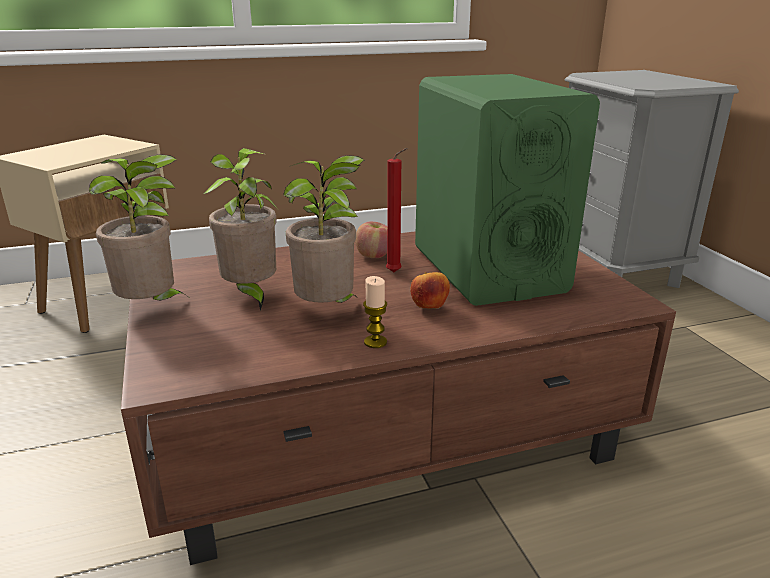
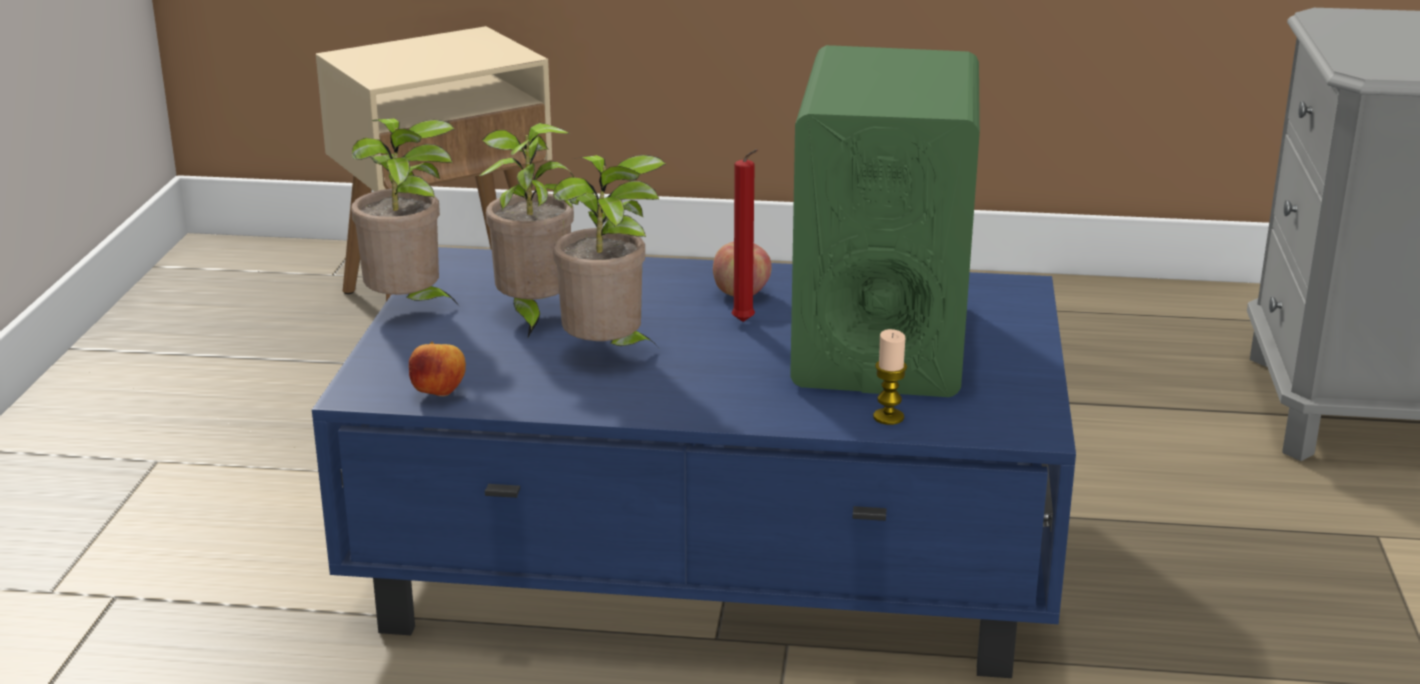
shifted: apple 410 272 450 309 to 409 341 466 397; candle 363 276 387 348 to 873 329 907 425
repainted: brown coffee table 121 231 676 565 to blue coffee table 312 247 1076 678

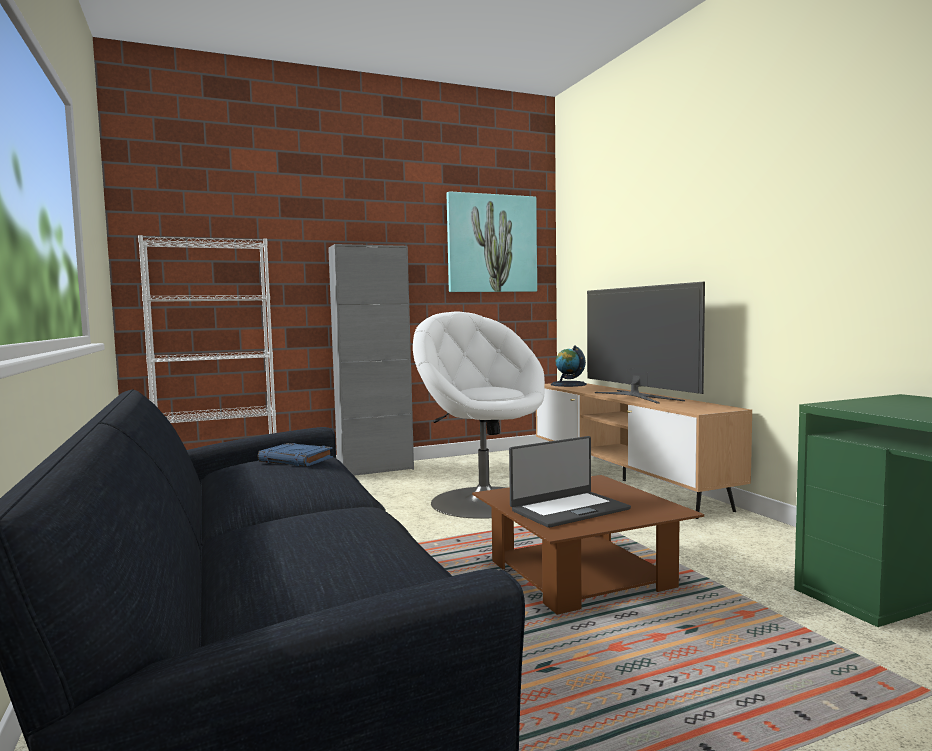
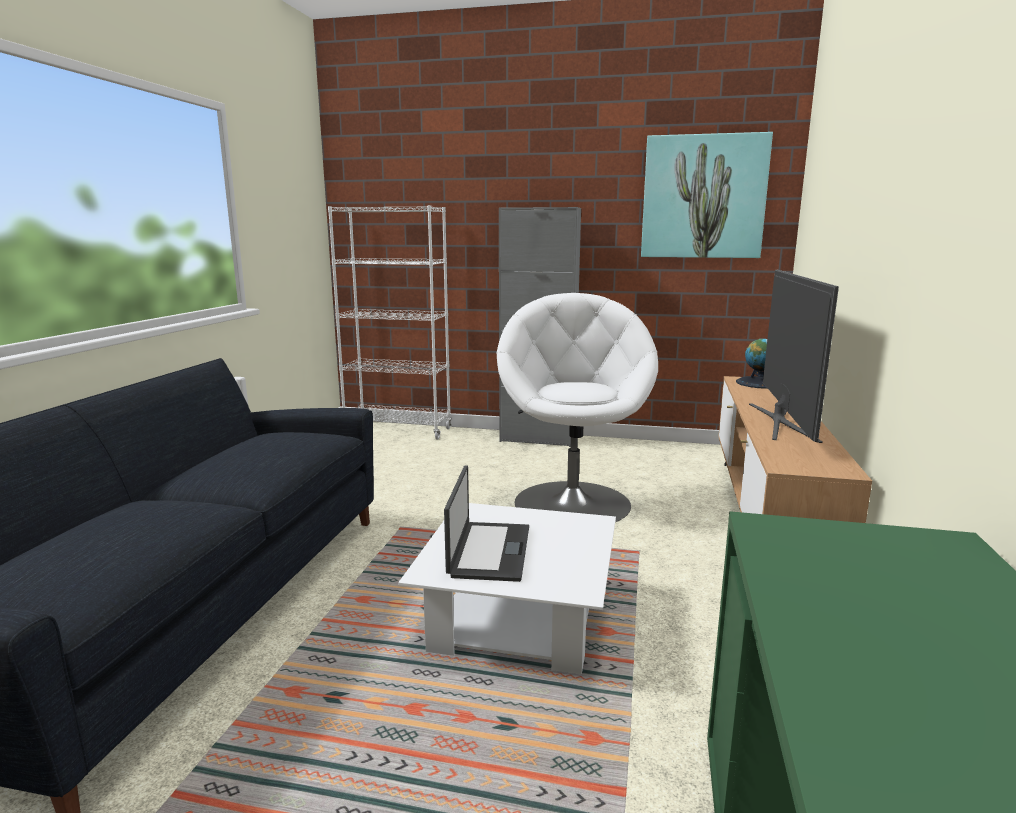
gone: blue book 258 443 333 466
repainted: brown coffee table 472 475 704 615 to white coffee table 398 503 616 675
rotated: laptop 509 436 631 528 = 444 465 529 582 90 degrees counterclockwise

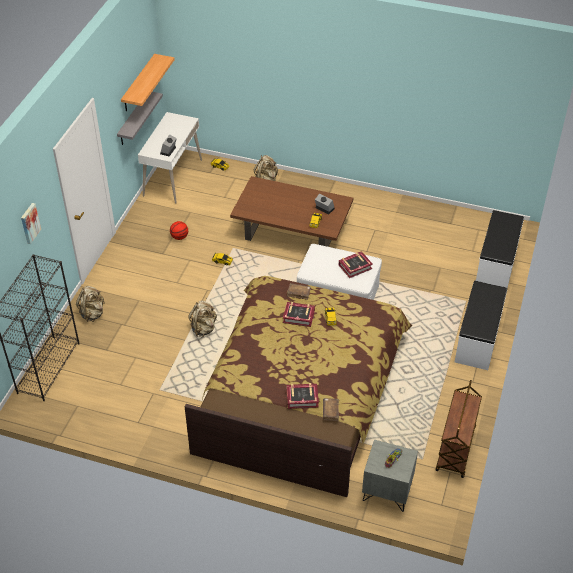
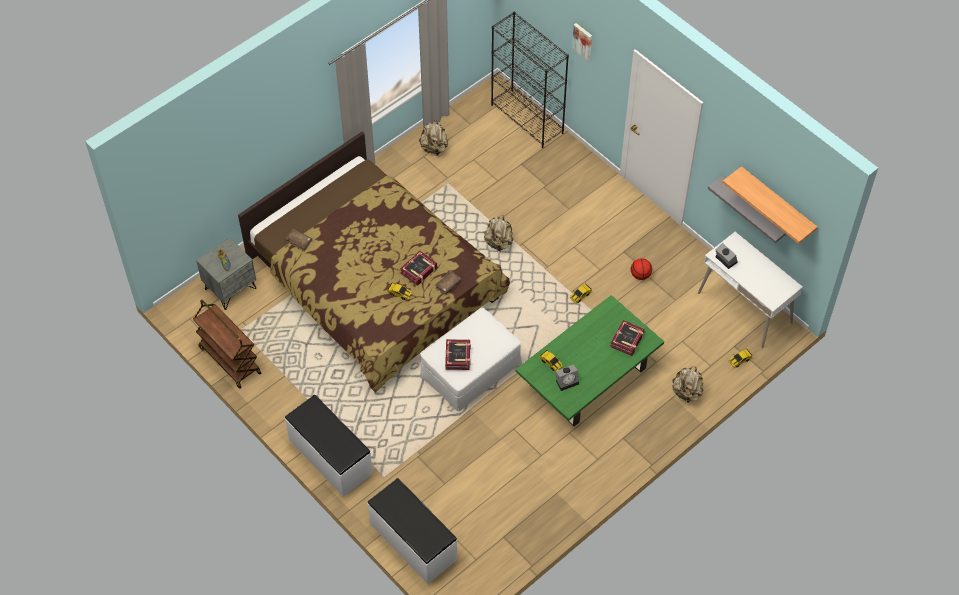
shifted: beige backpack 76 286 105 322 to 419 120 448 156; book 287 383 319 409 to 610 320 645 356
repainted: brown coffee table 230 176 353 247 to green coffee table 516 295 664 426

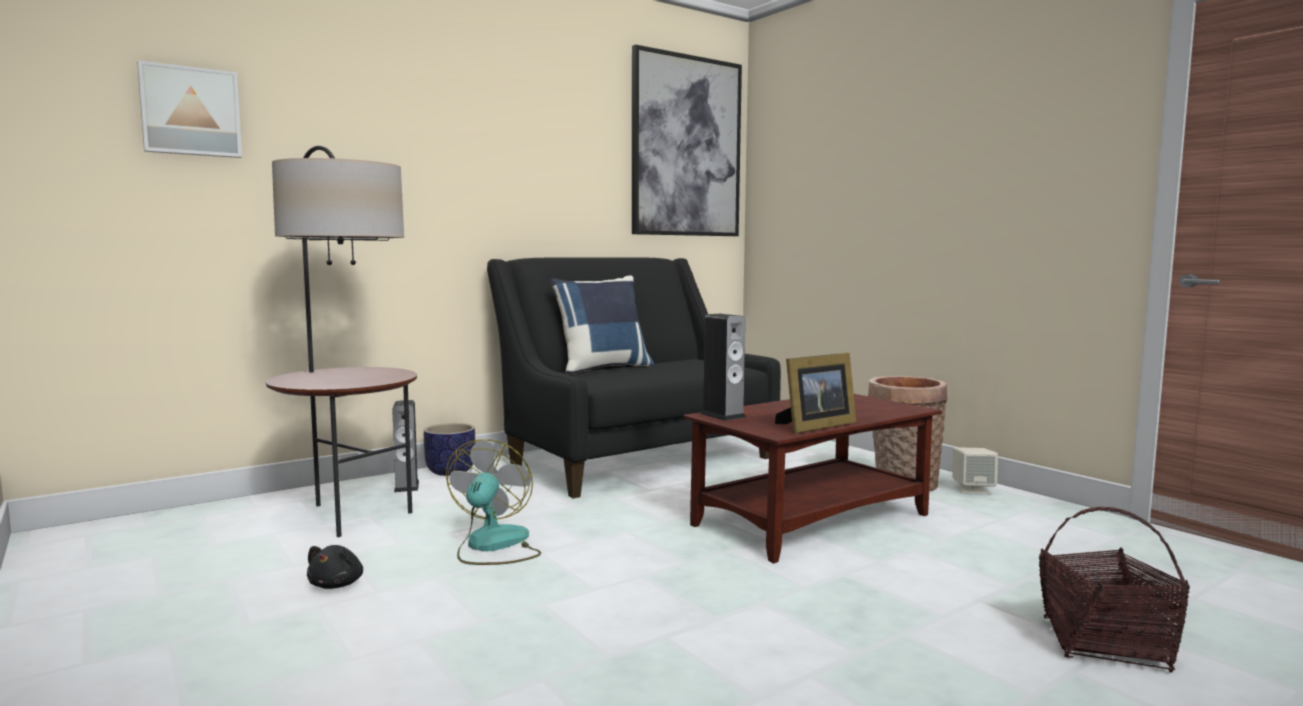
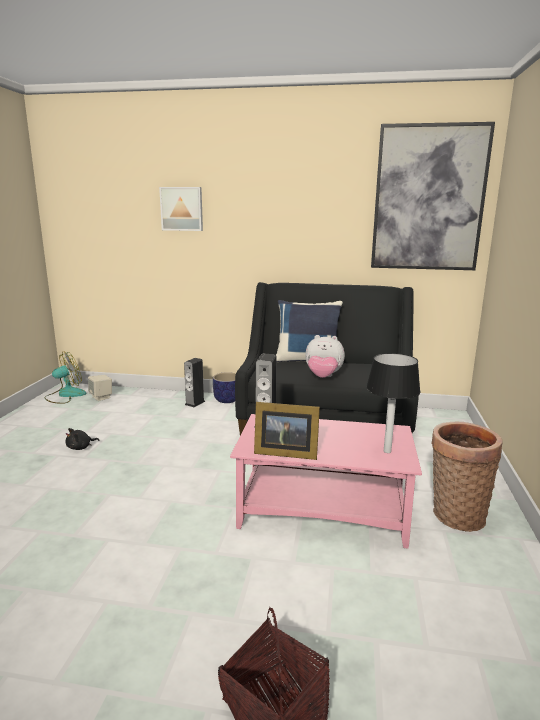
gone: floor lamp 266 145 417 537
new: plush toy 305 335 345 378; table lamp 366 353 421 453
shifted: picture 137 60 242 158 to 159 187 203 231; fan 446 439 541 565 to 45 351 87 404; beige speaker 952 447 998 494 to 88 375 112 401
repainted: brown coffee table 684 394 942 563 to pink coffee table 230 414 422 548

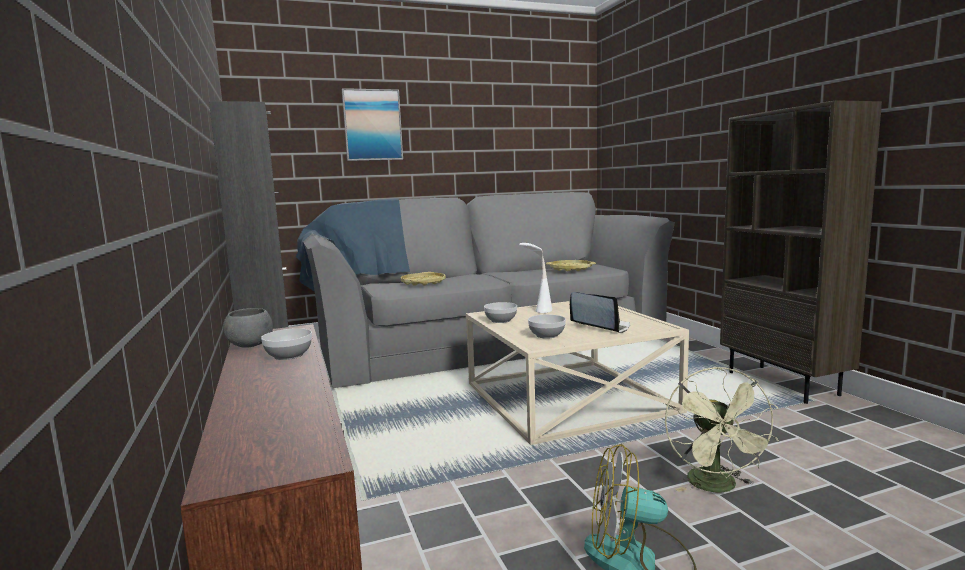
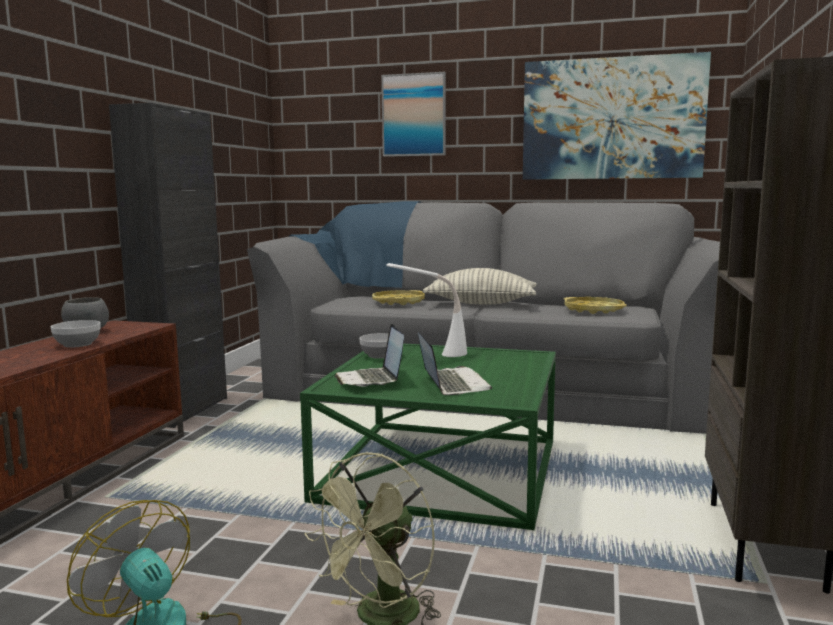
new: picture 523 52 711 180; pillow 423 268 537 304
swapped: bowl 528 315 566 339 to laptop 334 324 404 387
repainted: beige coffee table 466 301 689 445 to green coffee table 300 343 556 530

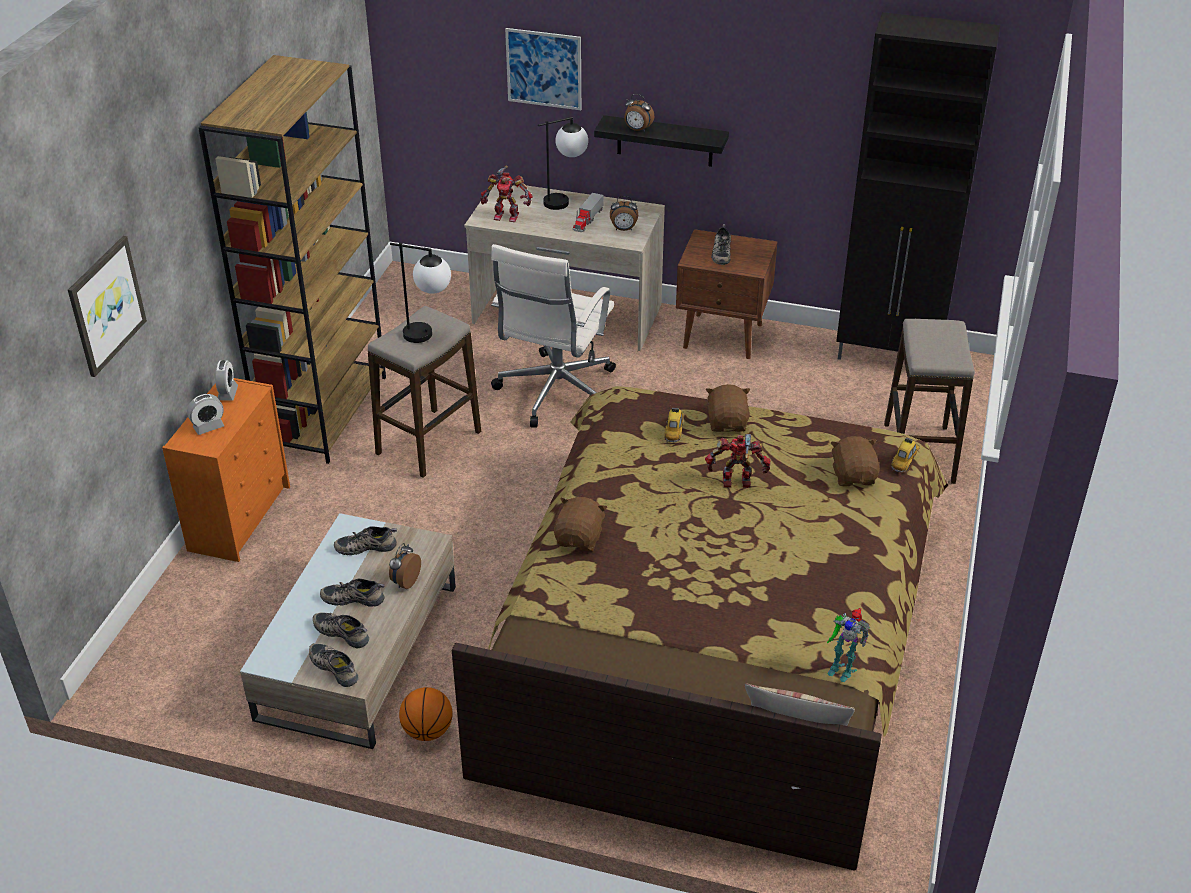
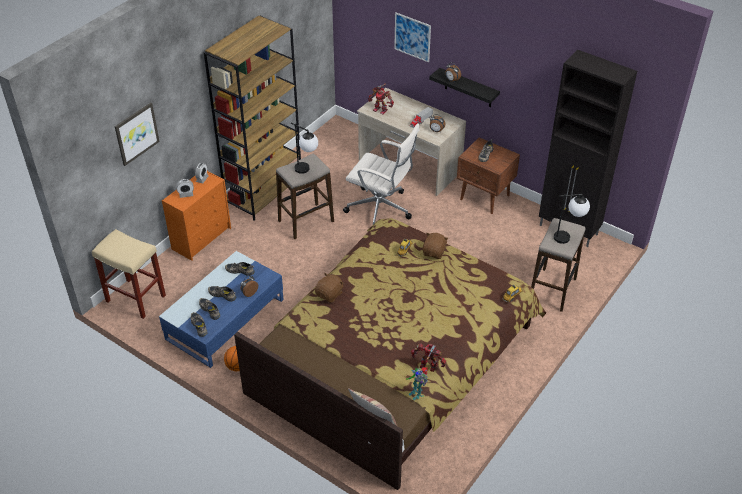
gone: brown plush toy 831 436 880 486
new: beige stool 92 229 166 319
shifted: table lamp 538 117 588 210 to 554 194 590 244; toy robot 705 434 771 488 to 411 343 447 372
repainted: beige coffee table 240 513 456 749 to blue coffee table 159 251 284 368
rotated: white office chair 491 244 616 428 = 343 123 420 224 105 degrees counterclockwise

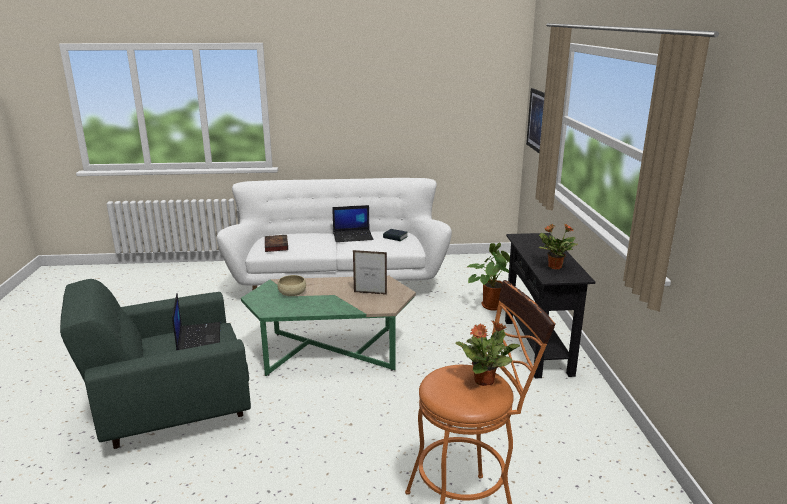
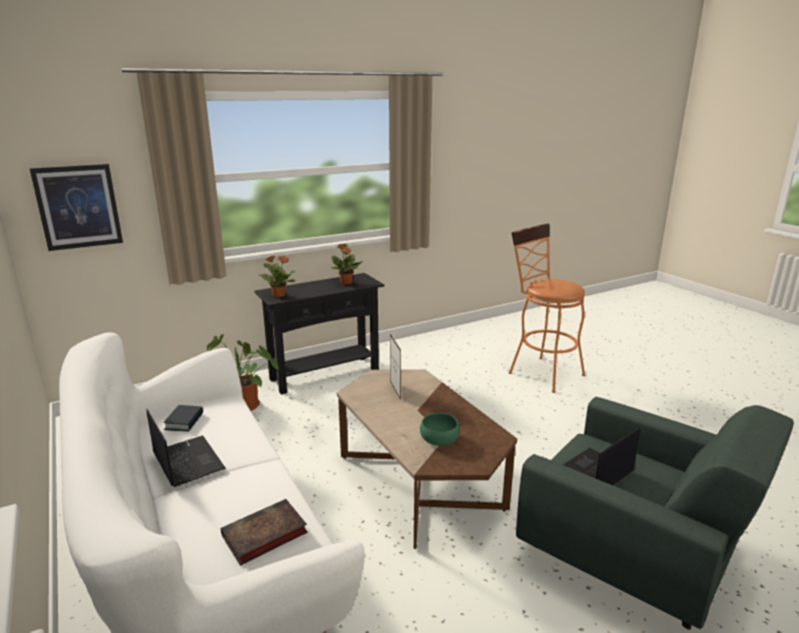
shifted: potted plant 456 320 520 386 to 259 255 296 298
repainted: beige bowl 278 275 306 296 to green bowl 420 413 460 446; green coffee table 241 276 416 376 to brown coffee table 337 369 517 549

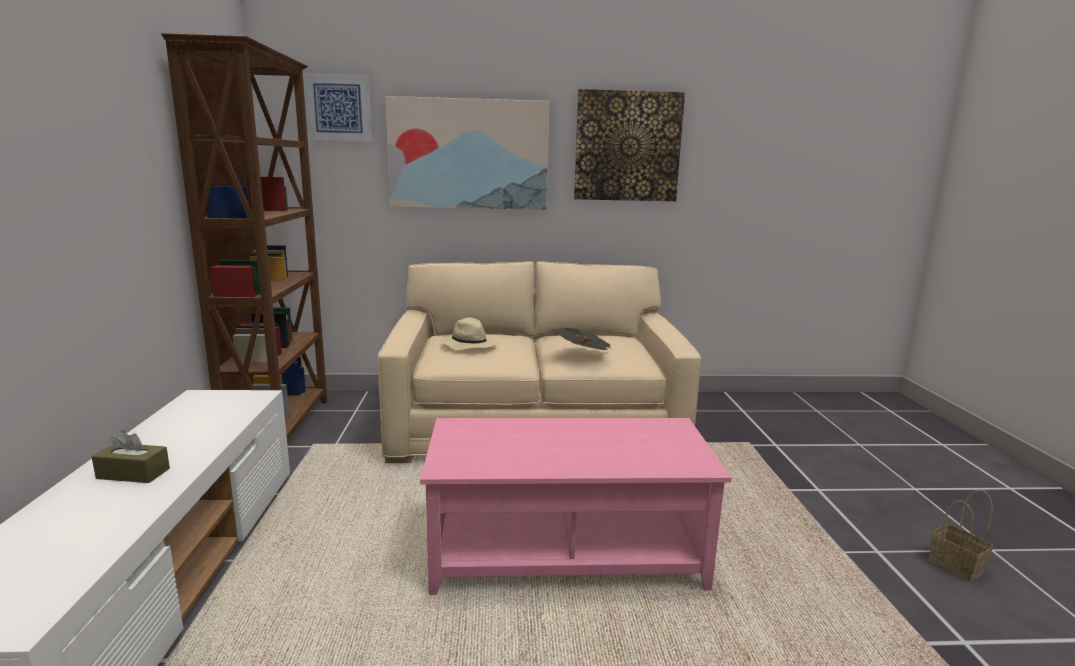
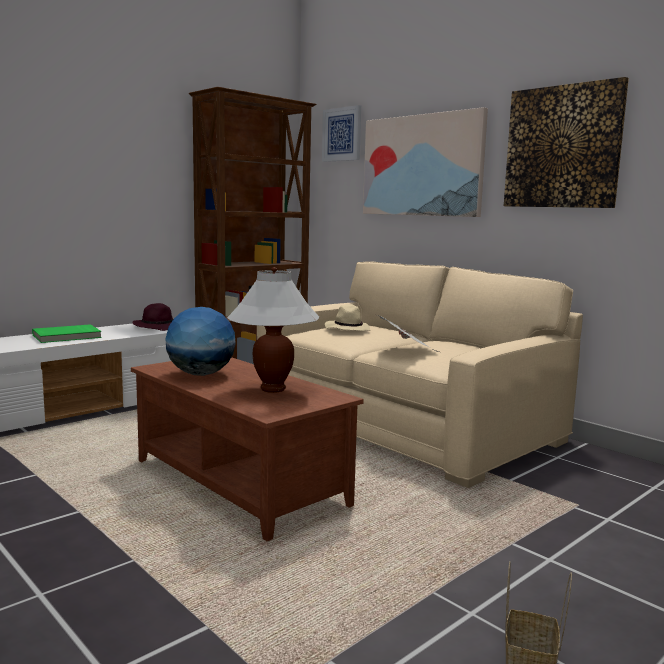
new: white table lamp 227 267 319 393; purple hat 132 303 173 331; globe 166 307 236 376
swapped: brown tissue box 92 430 170 483 to green book 32 324 102 343
repainted: pink coffee table 420 418 732 595 to brown coffee table 131 357 364 541

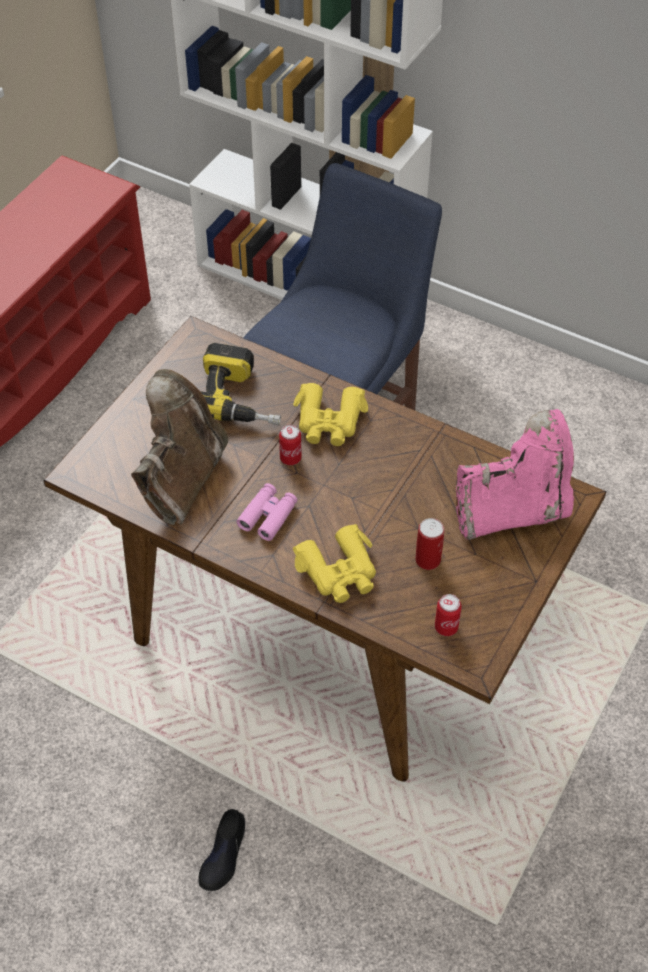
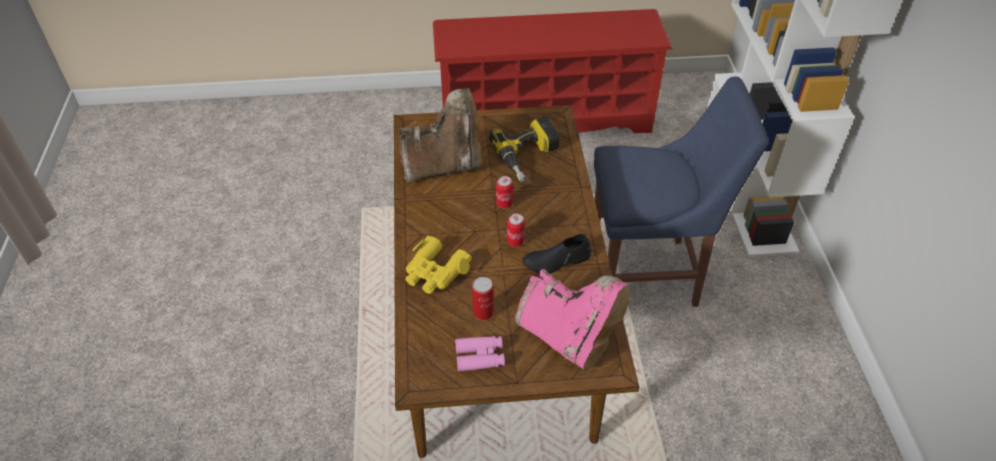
gone: yellow binoculars 293 383 368 446
shifted: pink binoculars 236 483 297 541 to 455 336 505 371; can 435 594 462 636 to 507 214 525 247; black shoe 198 809 245 891 to 523 234 591 273

